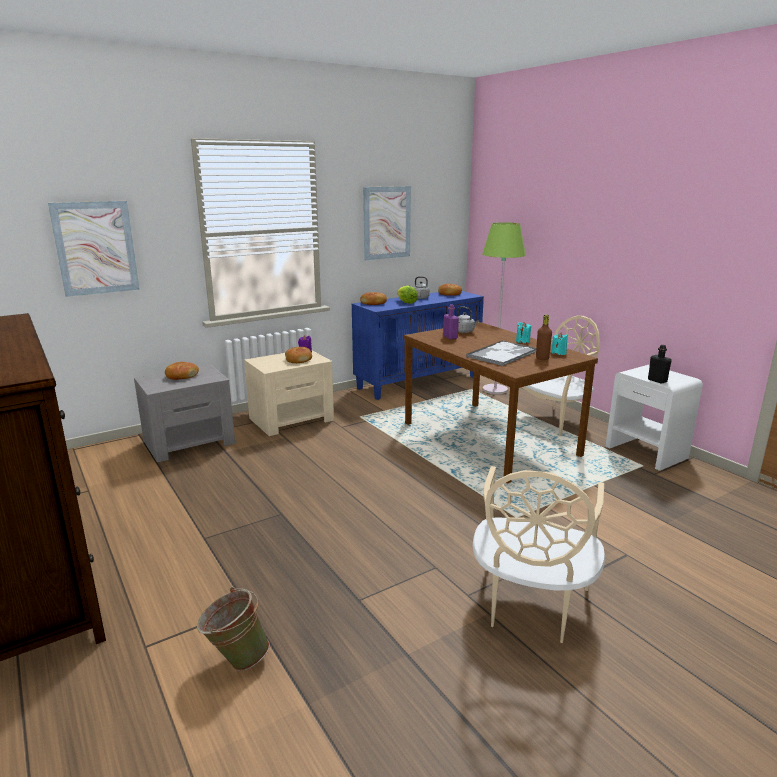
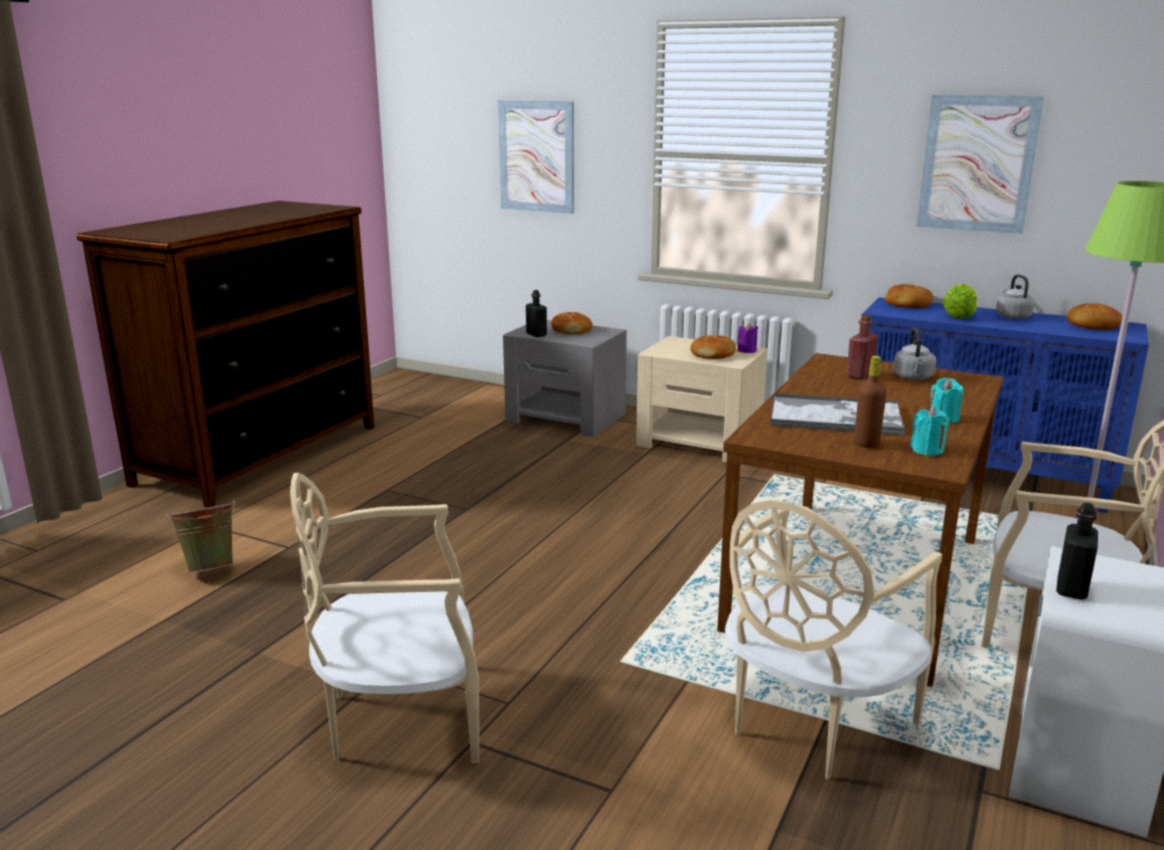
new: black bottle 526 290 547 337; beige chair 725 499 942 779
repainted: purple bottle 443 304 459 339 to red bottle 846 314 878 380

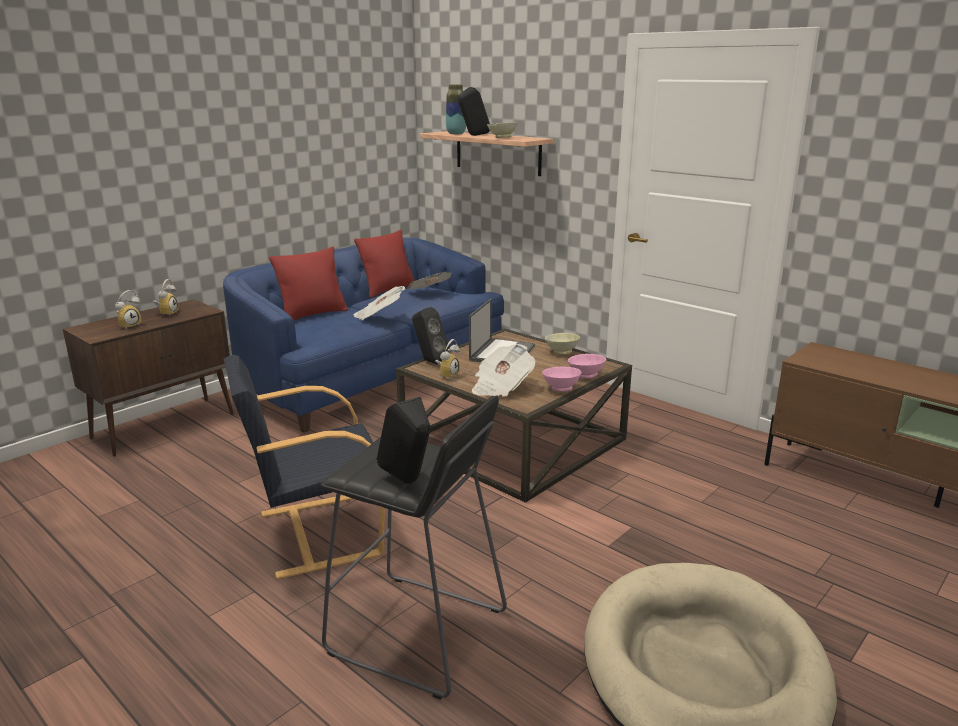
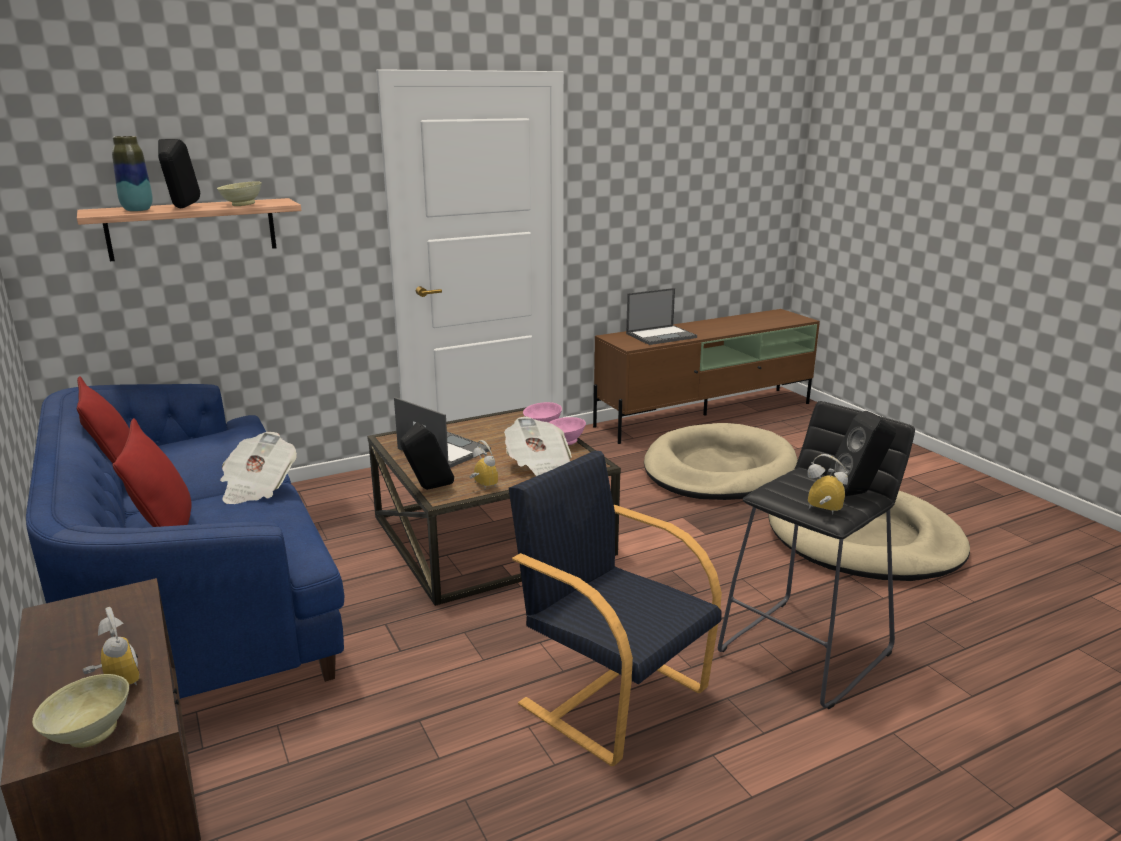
gone: newspaper 408 272 452 290
new: laptop 626 288 697 345; beige dog bed 644 423 797 500
shifted: alarm clock 153 279 178 317 to 808 454 848 515; beige bowl 545 333 580 355 to 32 674 129 748
rotated: black armchair 224 355 385 579 = 509 451 722 766 135 degrees clockwise

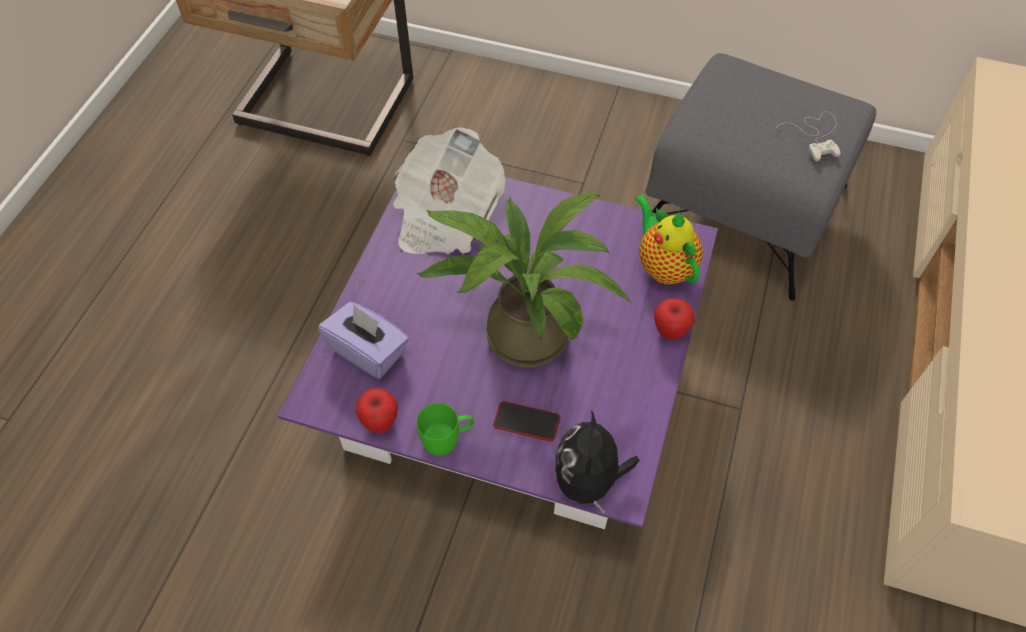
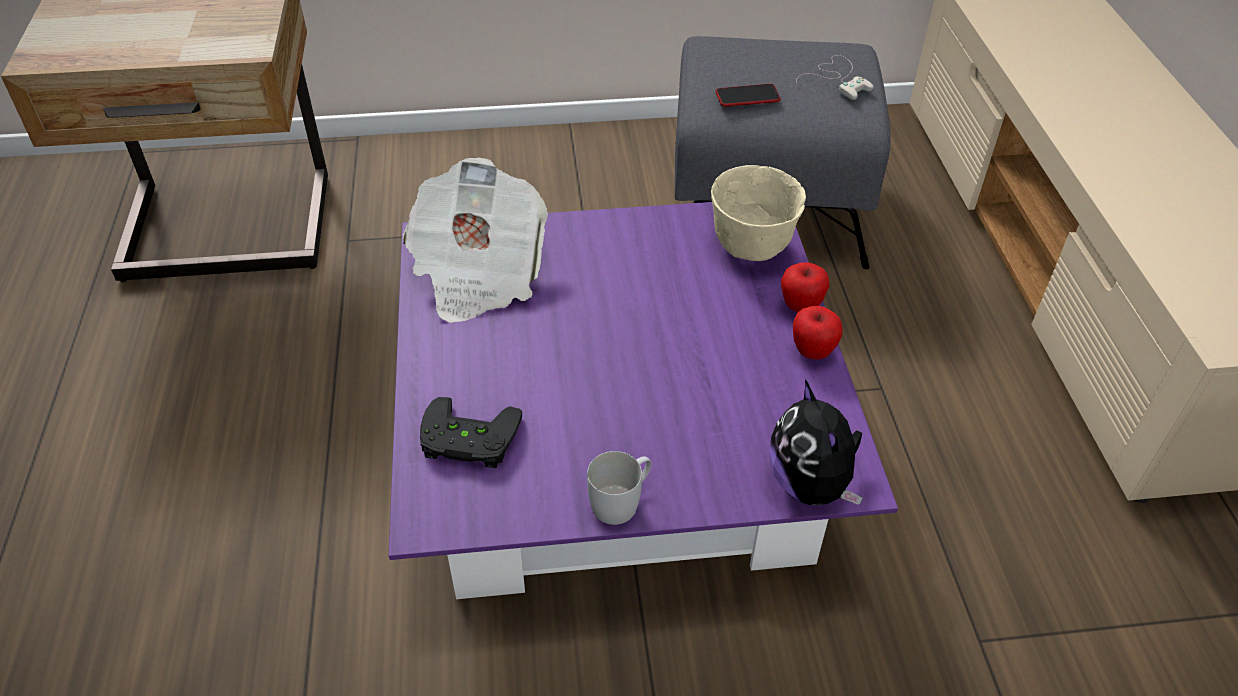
gone: potted plant 417 194 631 368
shifted: apple 356 388 398 433 to 793 306 843 359; phone 493 401 560 441 to 715 84 781 107
swapped: teapot 634 194 703 284 to beige bowl 711 165 806 261; purple tissue box 318 302 409 379 to black game controller 420 397 522 468
repainted: green mug 416 403 474 456 to white mug 587 451 652 525

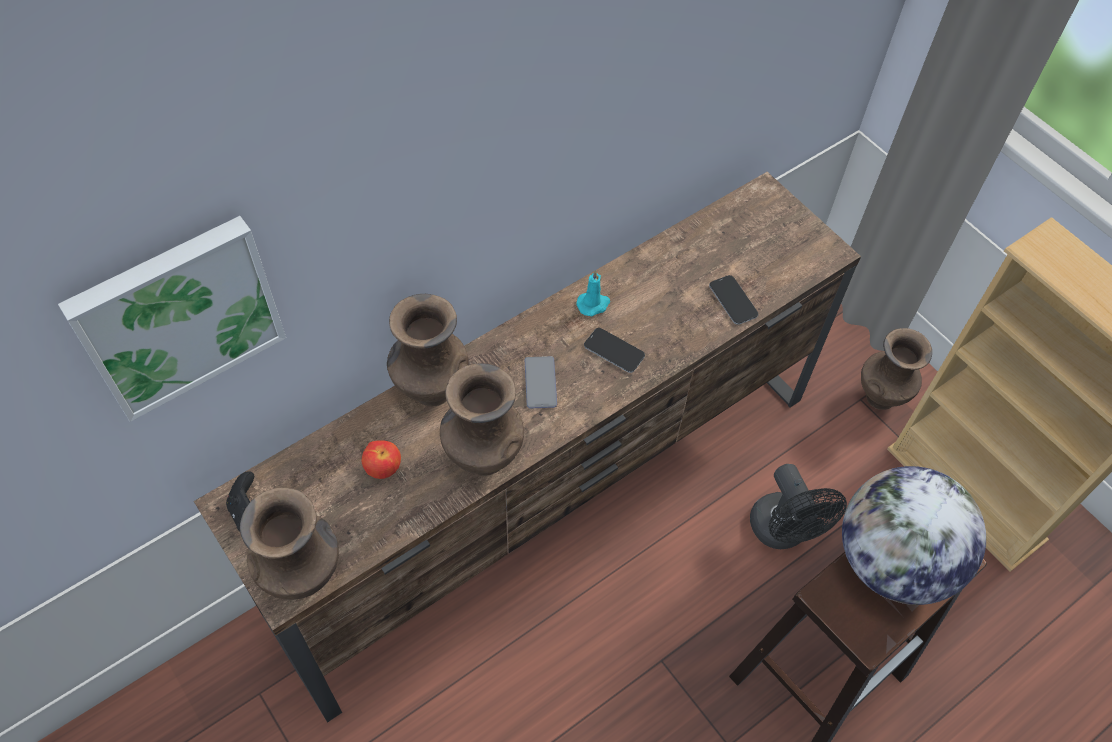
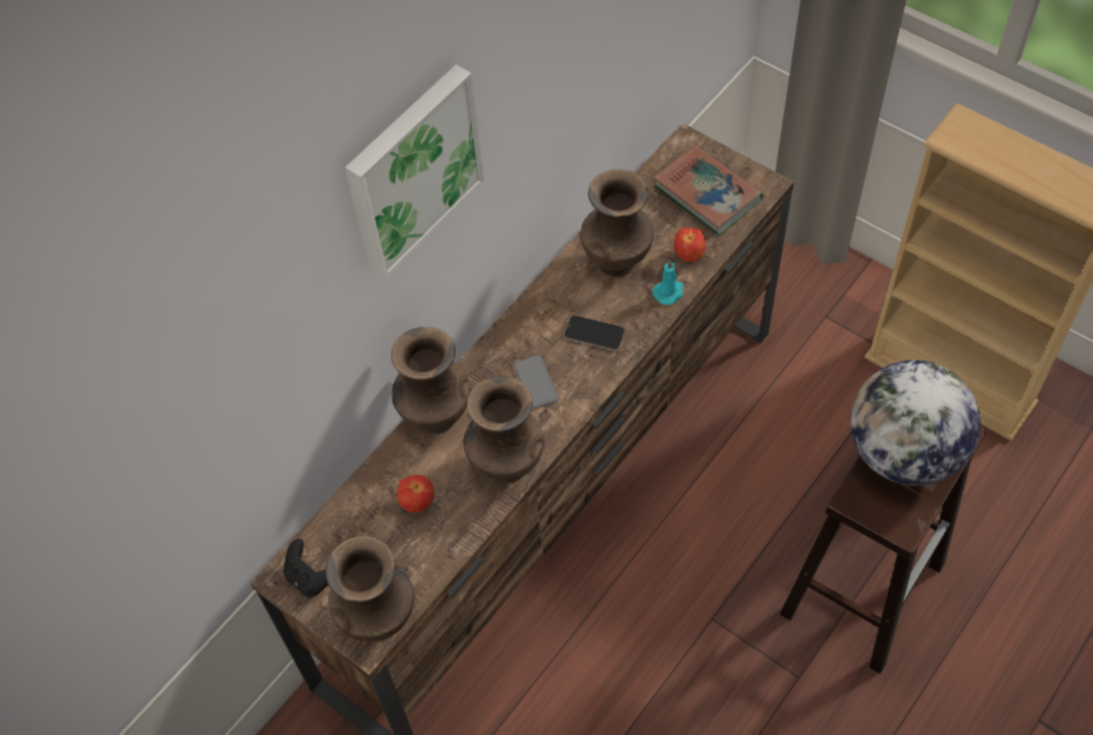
gone: black fan 750 464 847 549
new: book 653 145 763 236
shifted: picture 58 216 286 422 to 345 65 485 280; turquoise candle 576 270 610 316 to 653 260 684 305; brown vase 861 328 932 410 to 580 169 654 277
swapped: phone 709 275 758 325 to apple 674 228 706 262

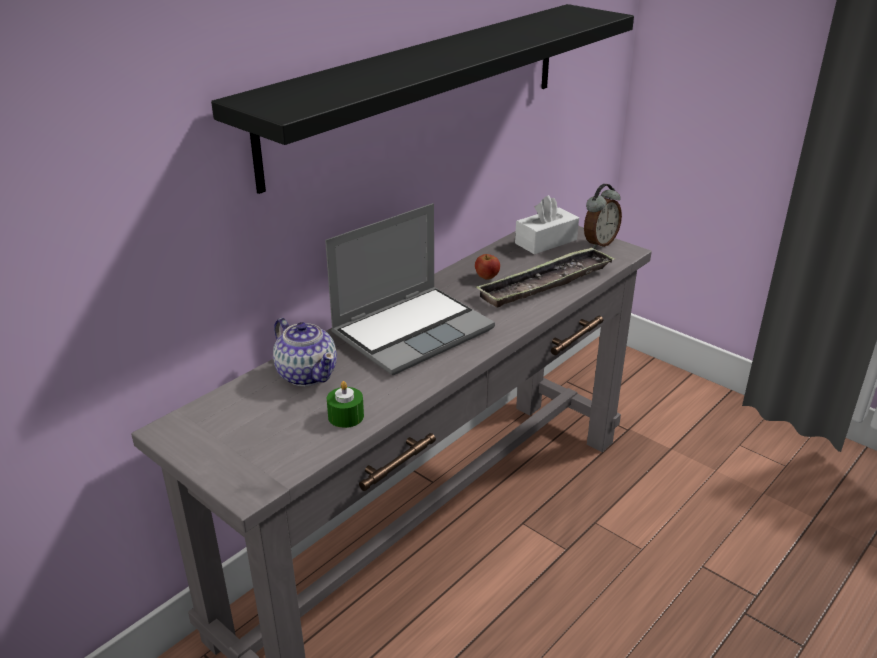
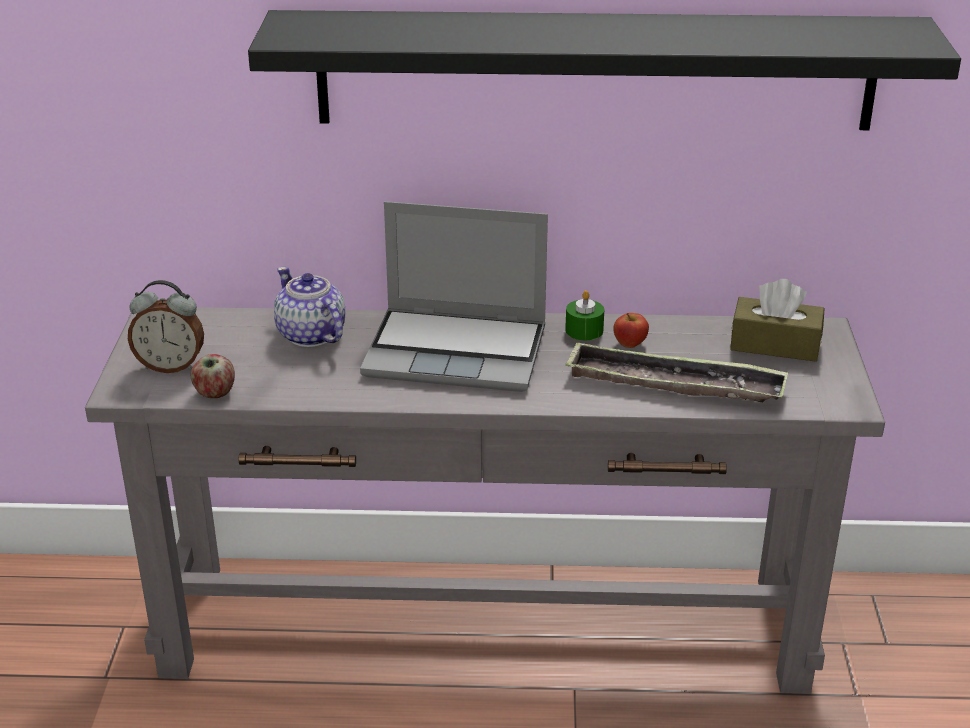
new: apple 191 354 235 398
shifted: alarm clock 584 184 622 249 to 128 280 204 373; green candle 327 381 364 428 to 565 290 604 340
repainted: white tissue box 515 195 579 255 to brown tissue box 730 279 825 362
rotated: teapot 273 318 337 386 = 274 267 345 347 135 degrees clockwise

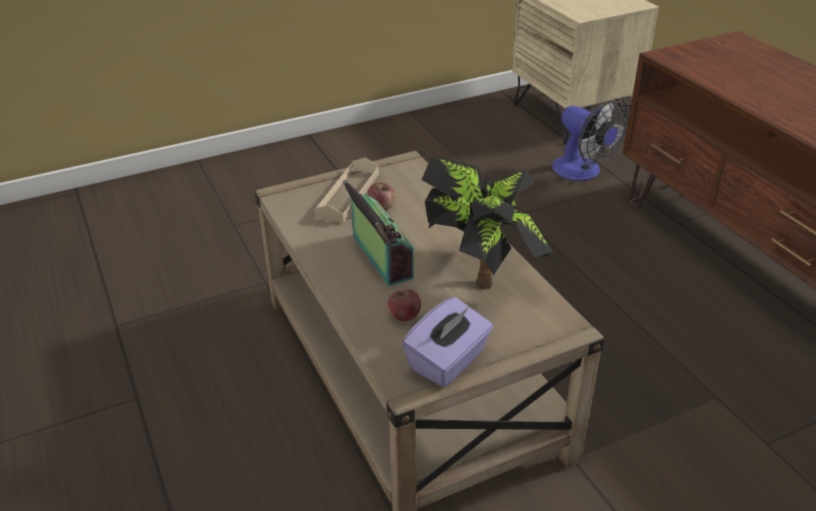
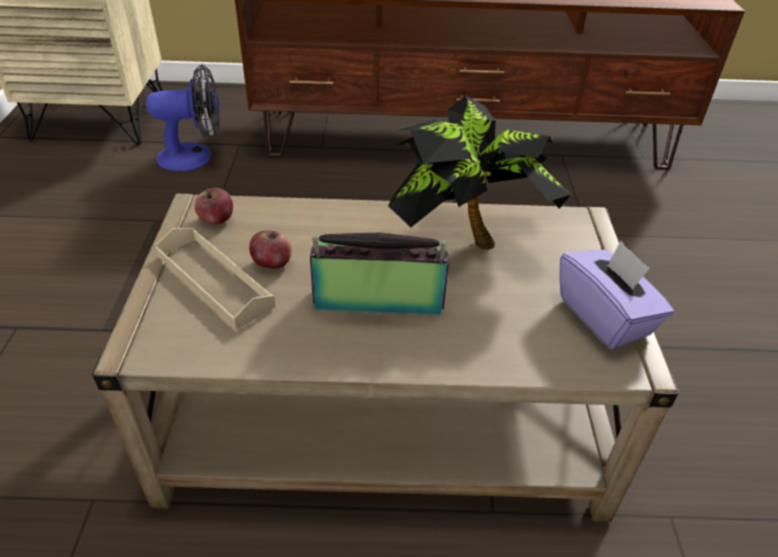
shifted: apple 388 288 421 321 to 194 188 233 225

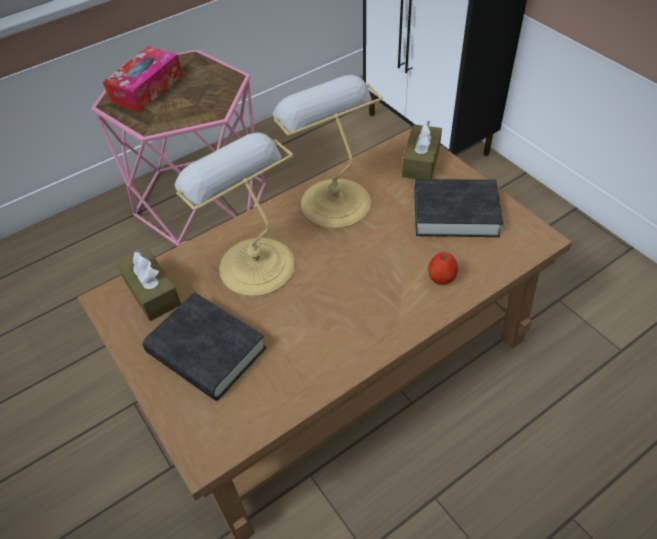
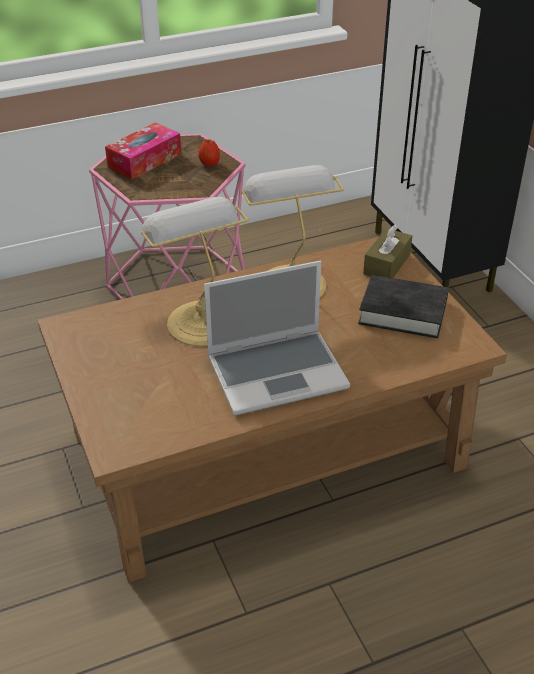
gone: brown tissue box 117 248 181 321; black book 142 292 266 401
new: laptop 204 261 350 415
shifted: apple 428 252 458 284 to 198 139 220 166

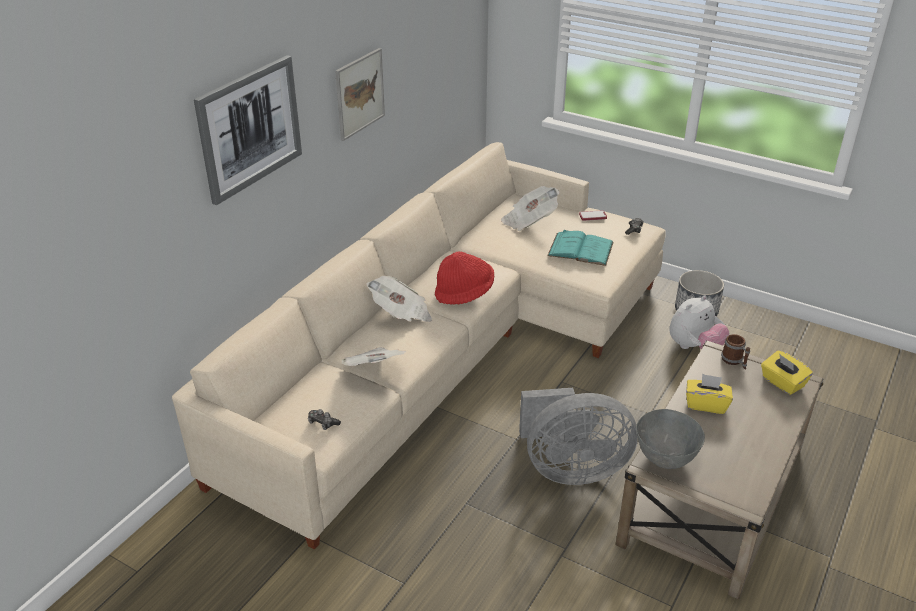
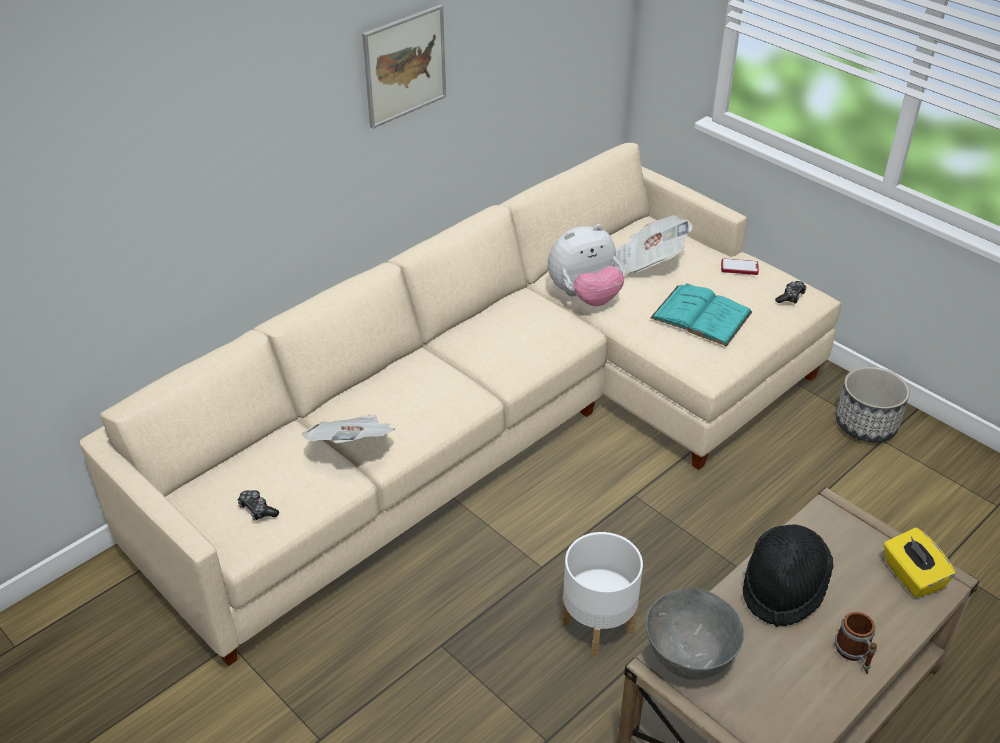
gone: picture 194 55 302 205; red hat 435 251 494 305; newspaper 366 276 432 322
shifted: plush toy 669 295 729 349 to 548 224 624 306; mug 721 334 750 370 to 835 612 877 674
swapped: yellow tissue box 686 374 733 414 to black hat 743 524 833 627; grey fan 519 388 638 485 to white planter 561 532 643 657

